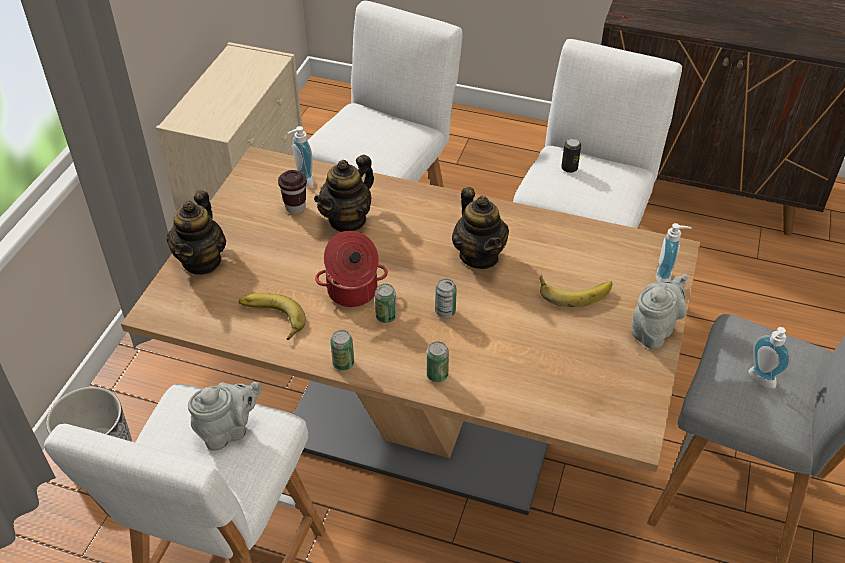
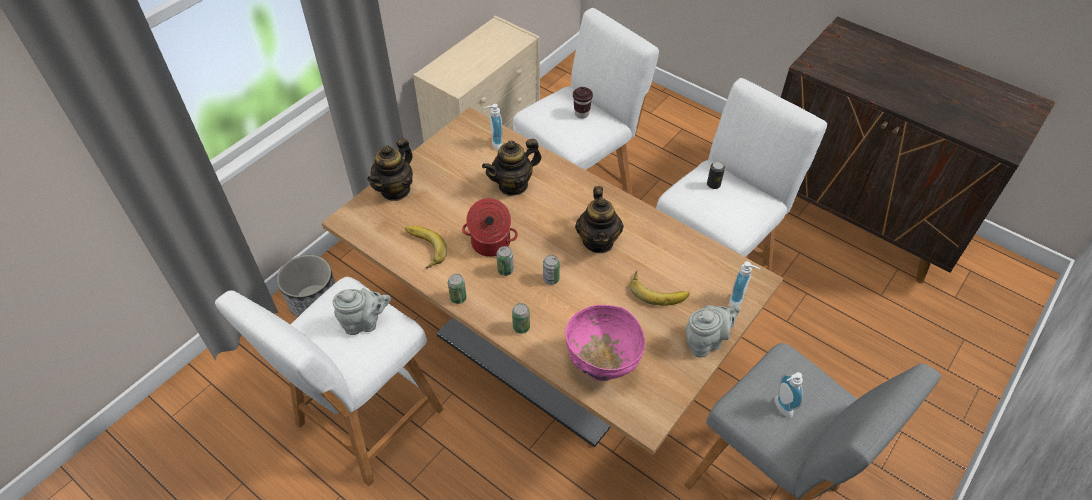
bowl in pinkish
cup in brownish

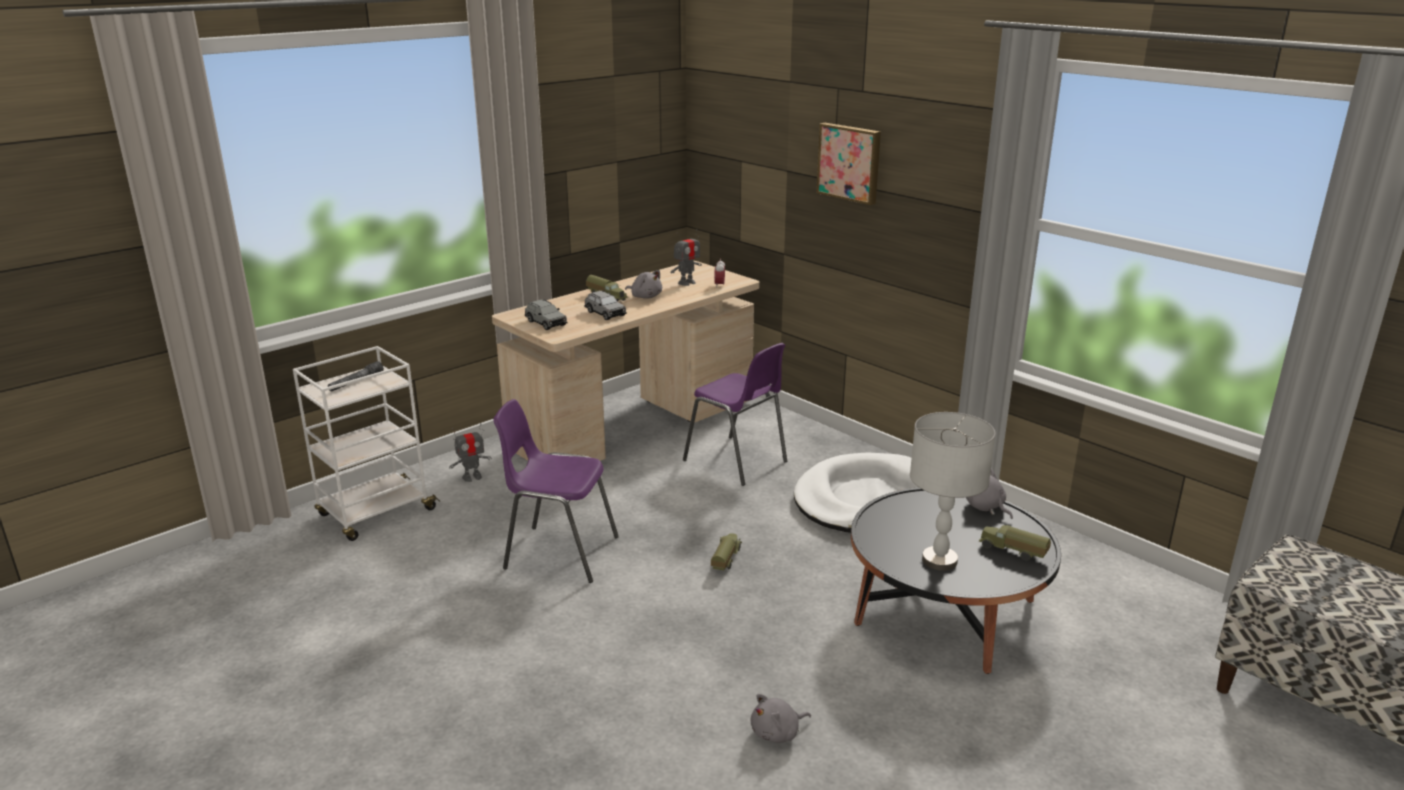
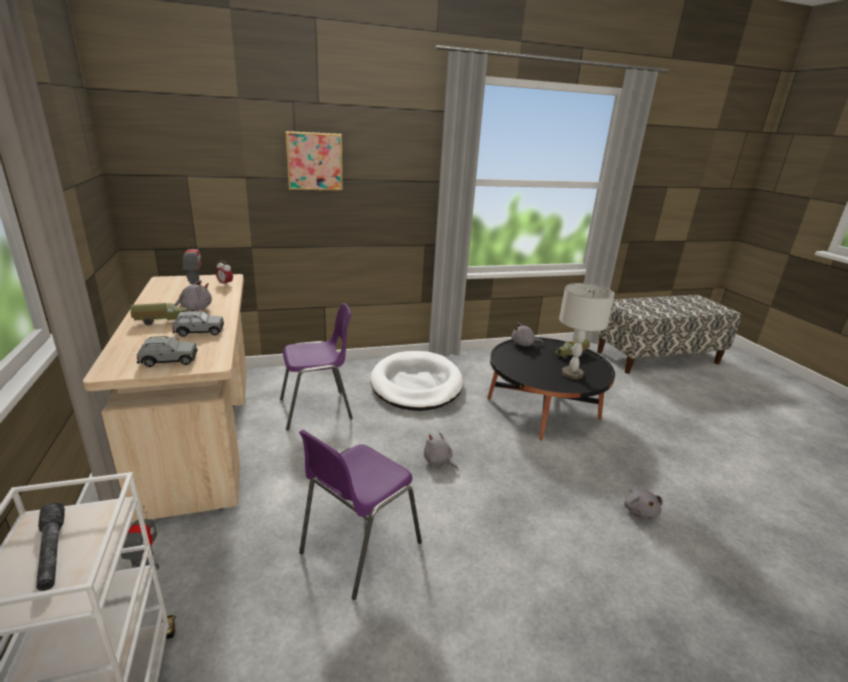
soft toy in gray (2nd from left)

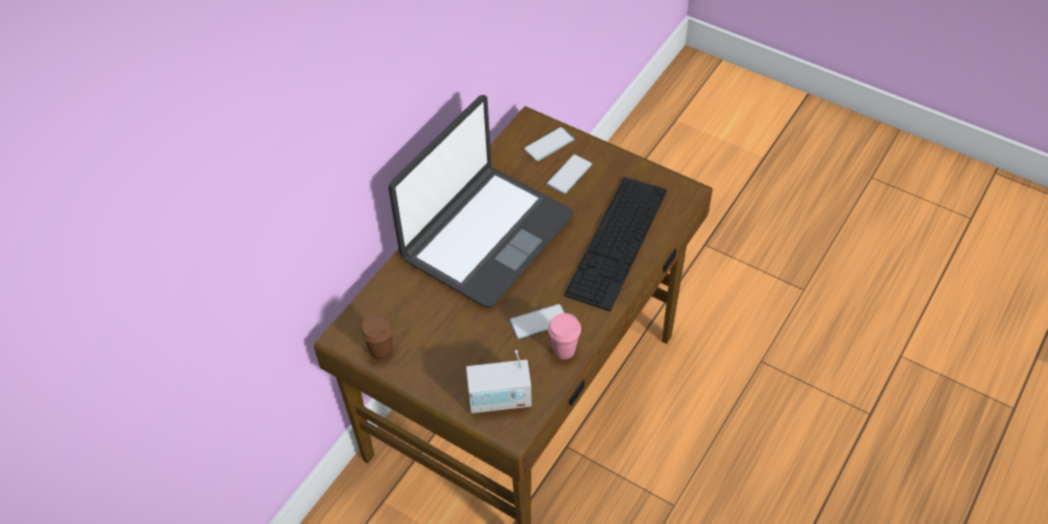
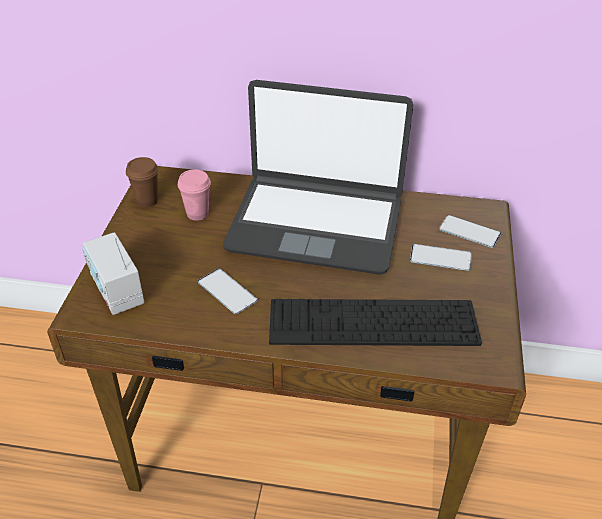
cup in pinkish

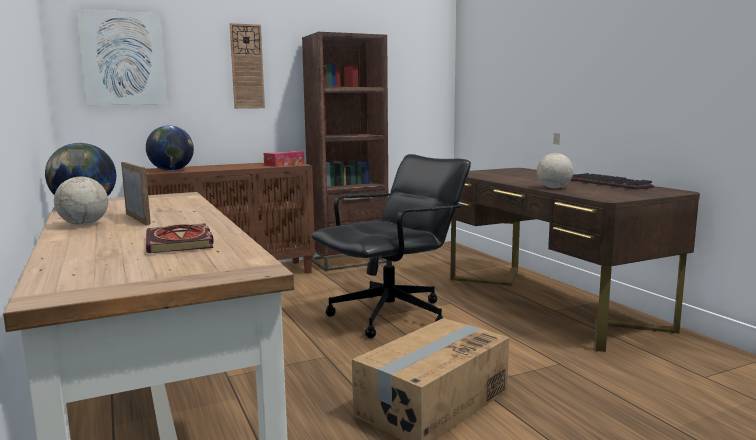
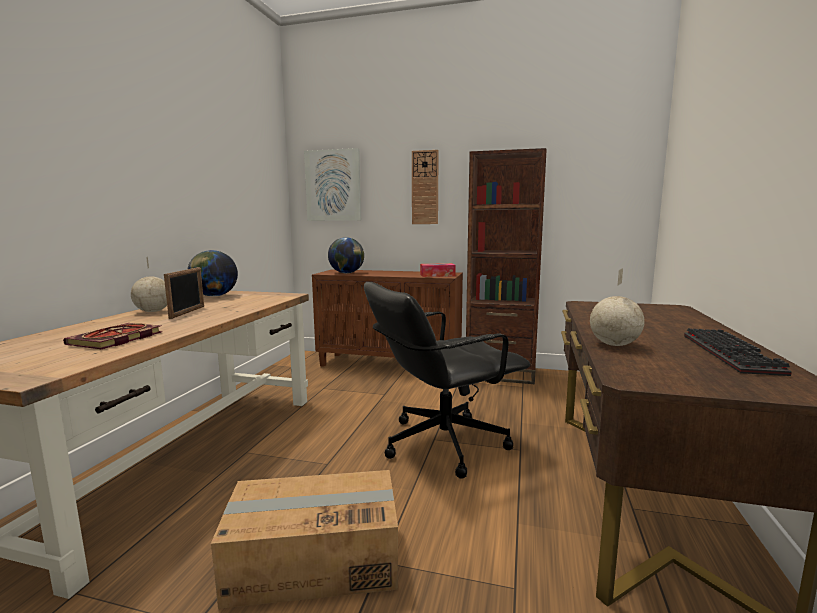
office chair in black-coloured

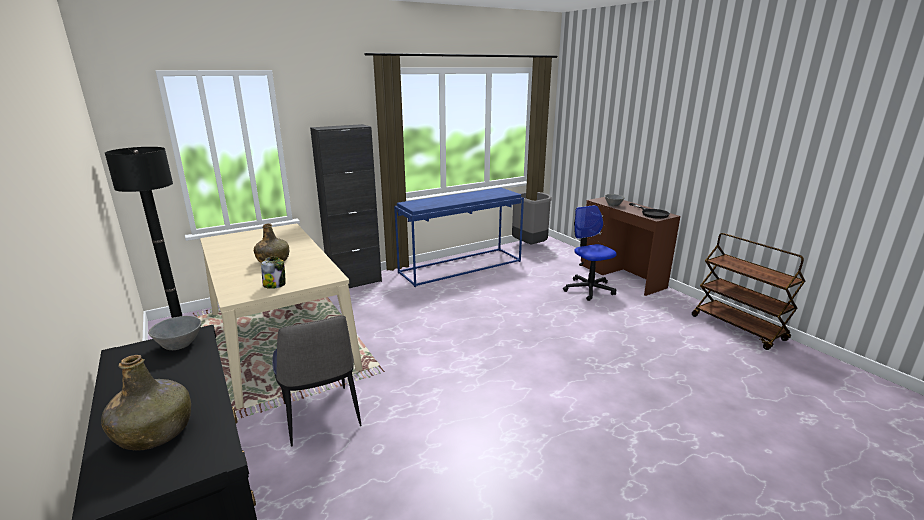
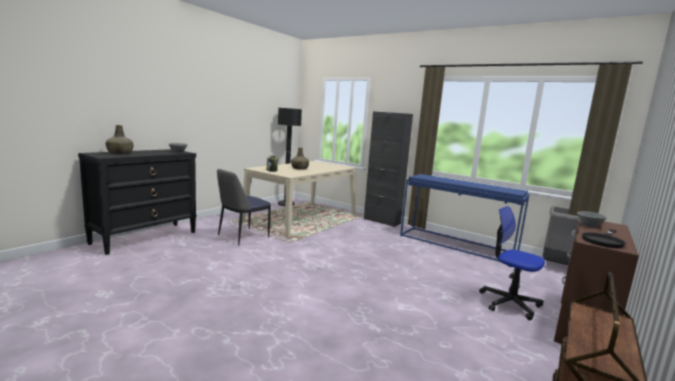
office chair

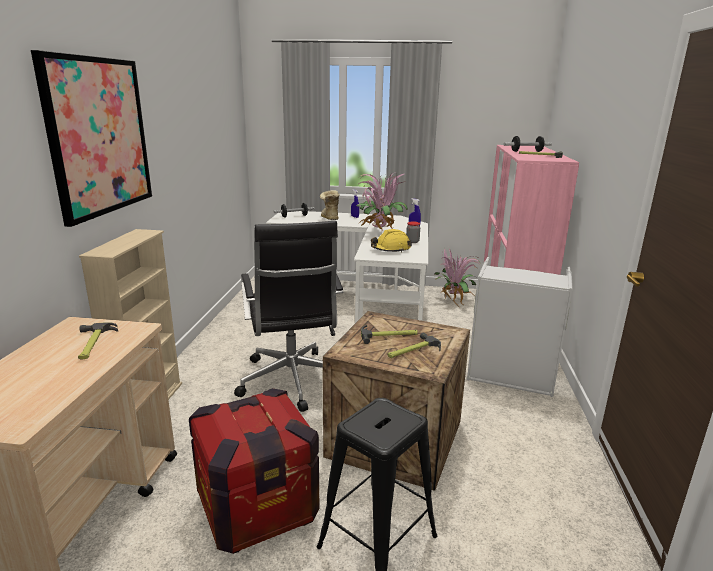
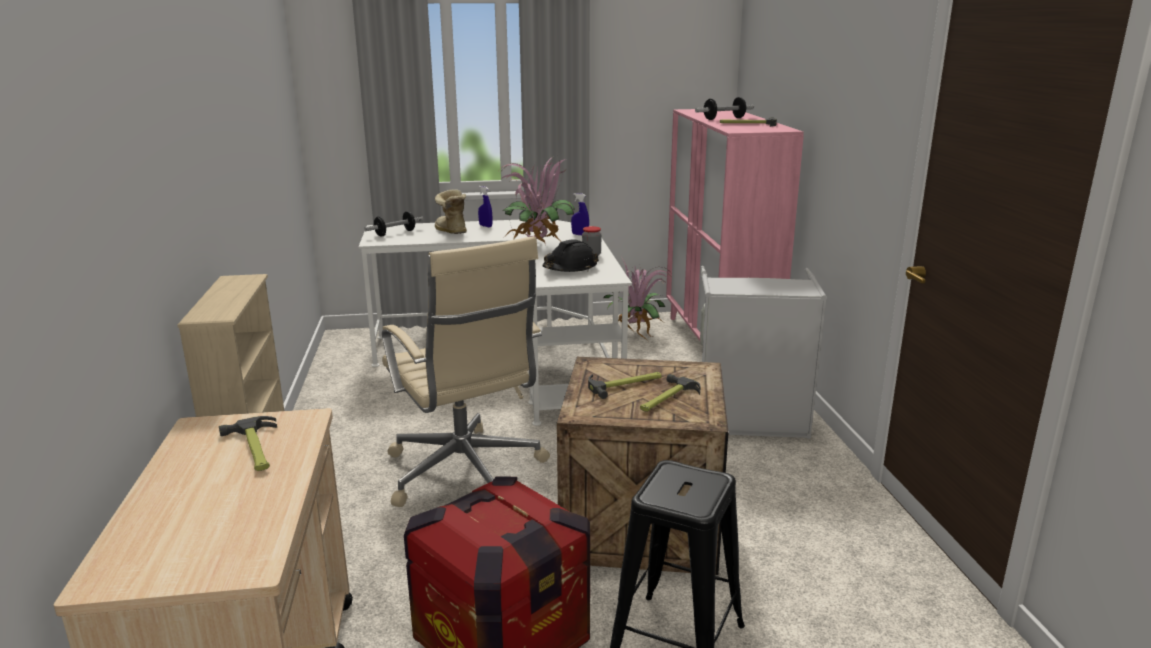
picture
office chair in beige
hard hat in black-coloured

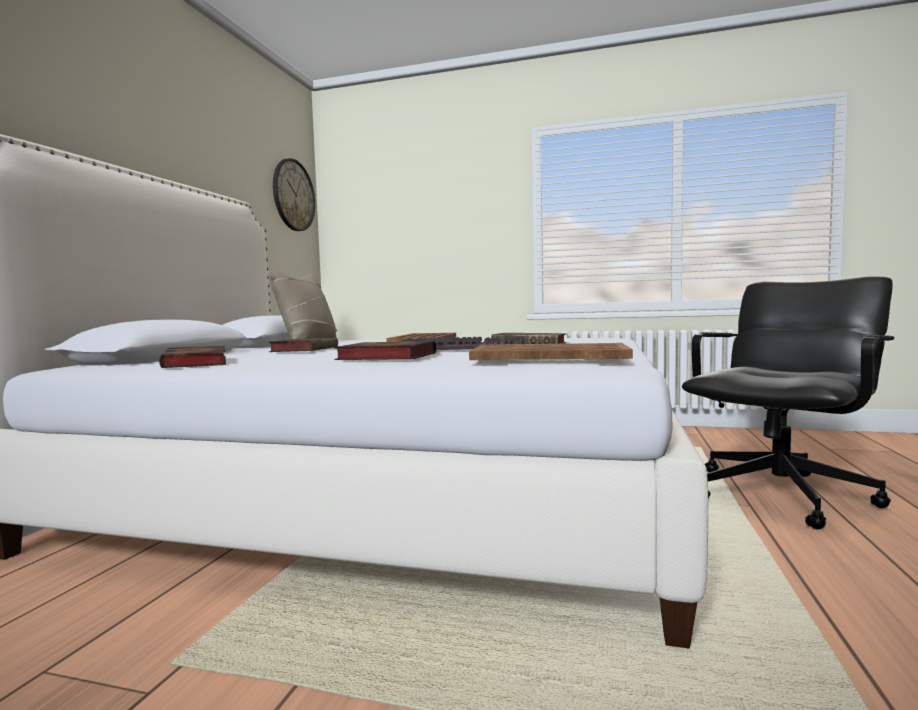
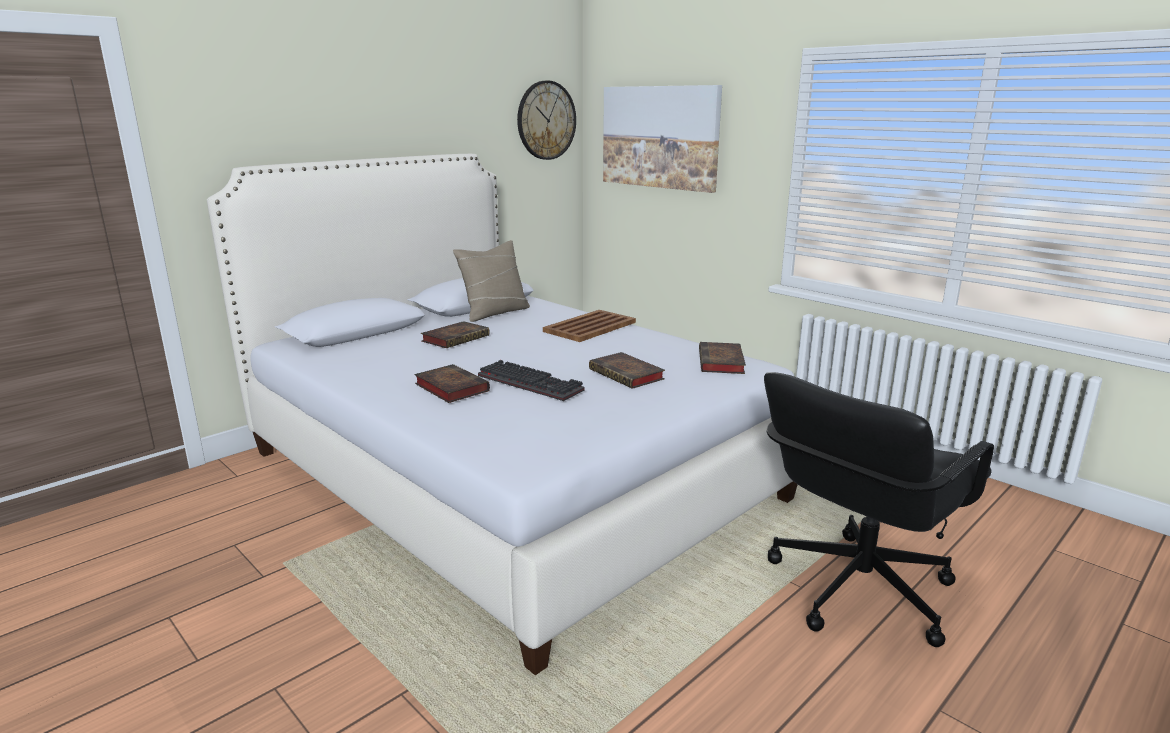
tray in brownish (2nd from left in the first image)
picture
volume (4th from left)
office chair in black-coloured

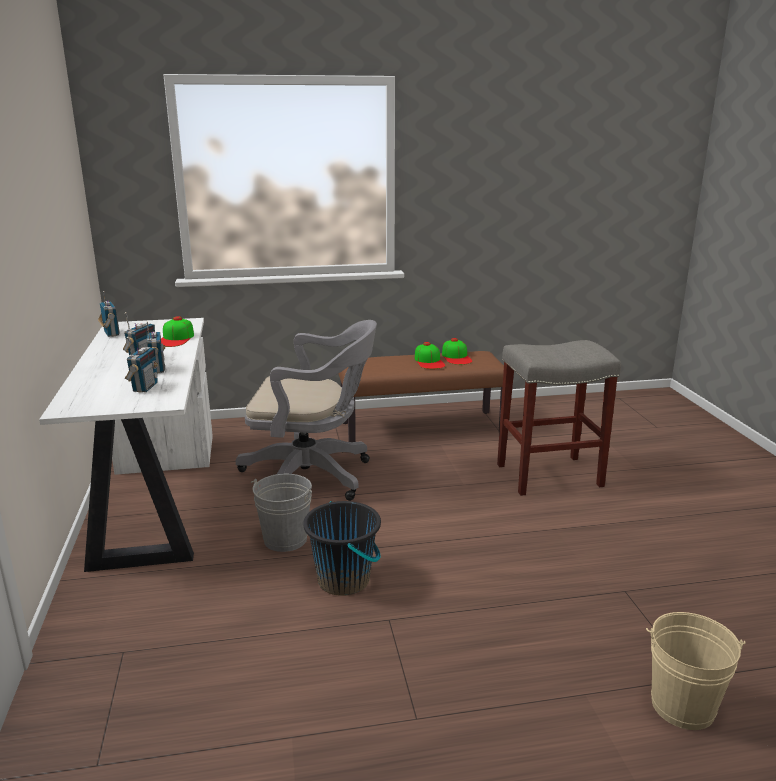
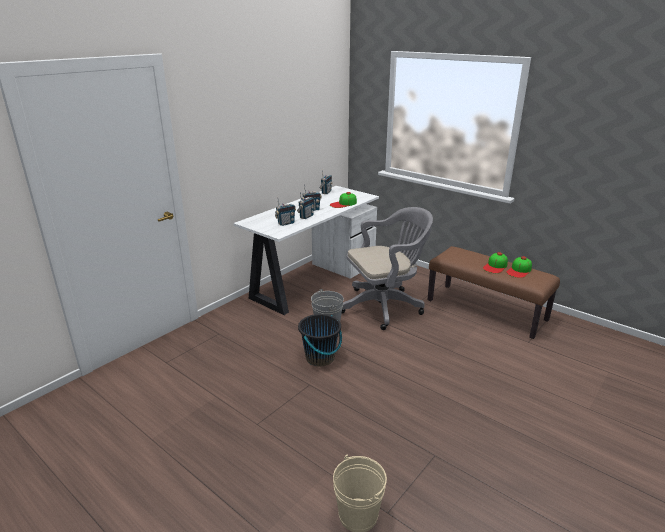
stool in gray
office chair in gray

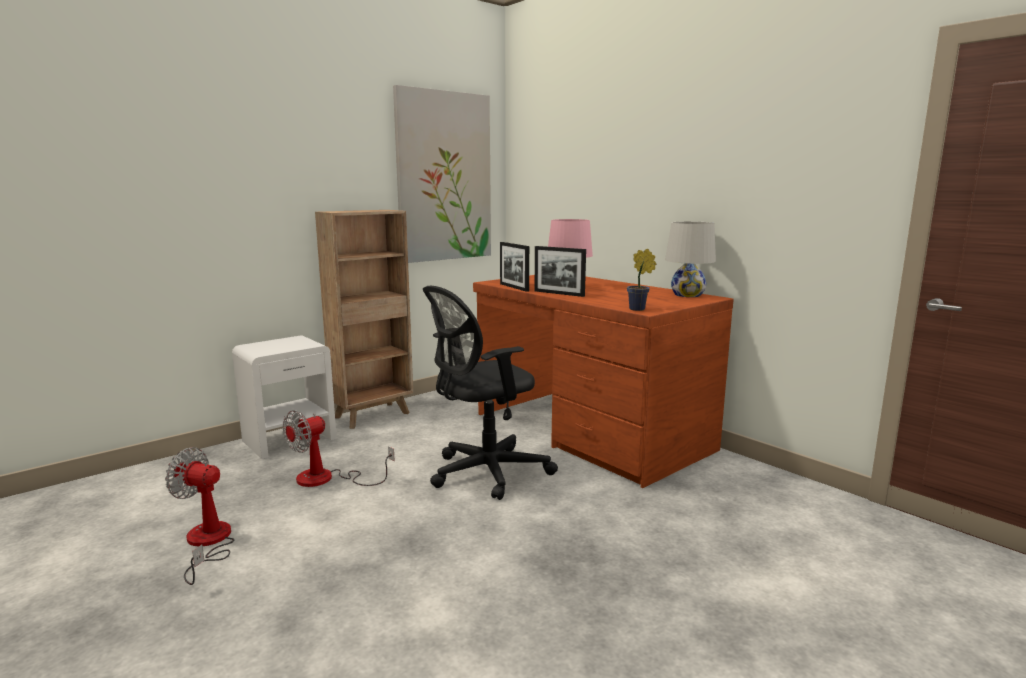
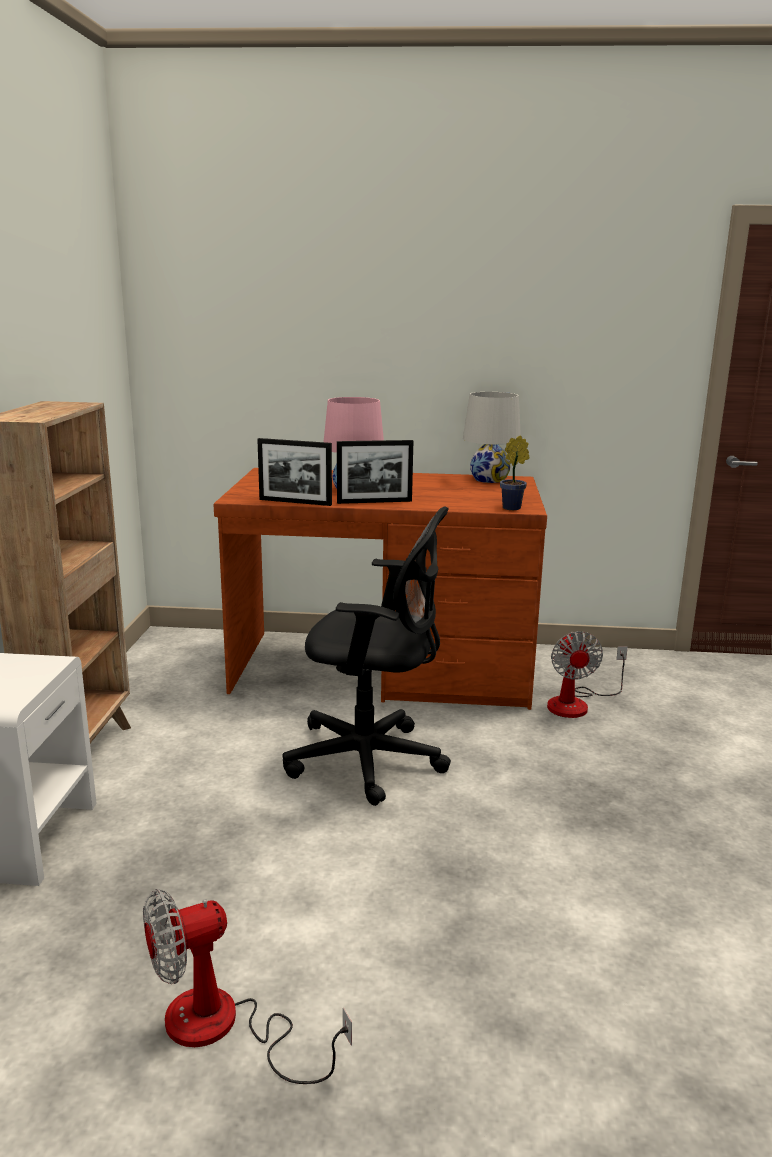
picture
electric fan (2nd from left)
office chair in black-coloured

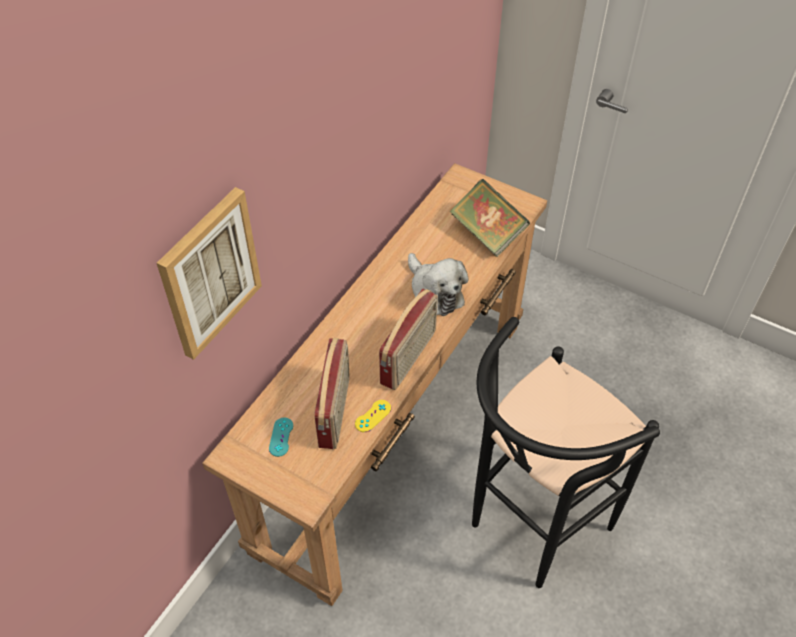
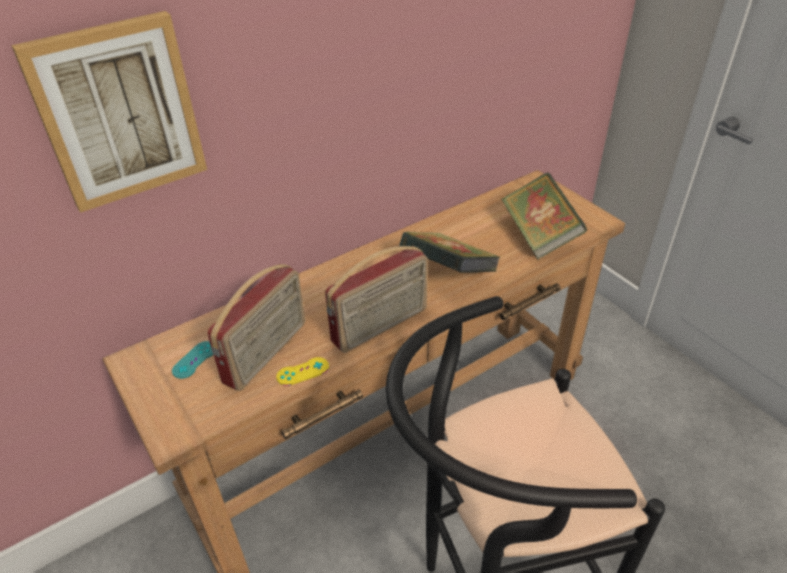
volume (1st from left)

